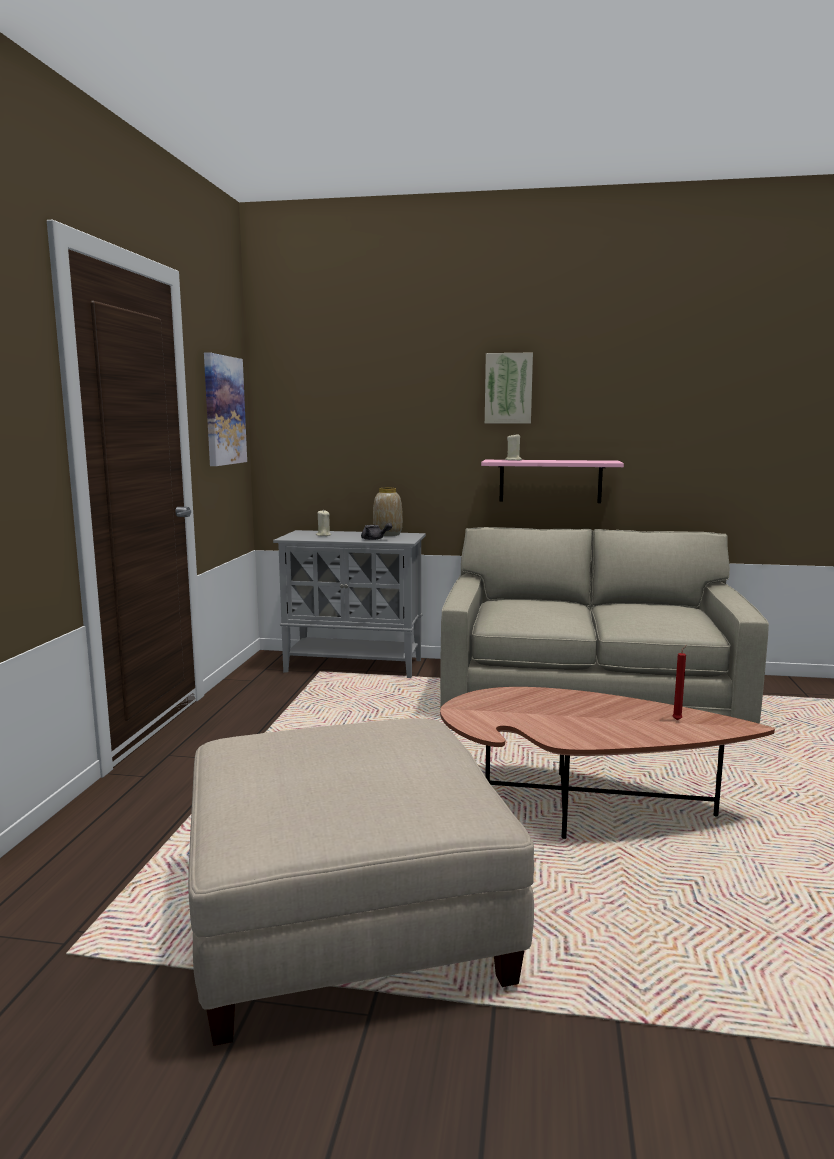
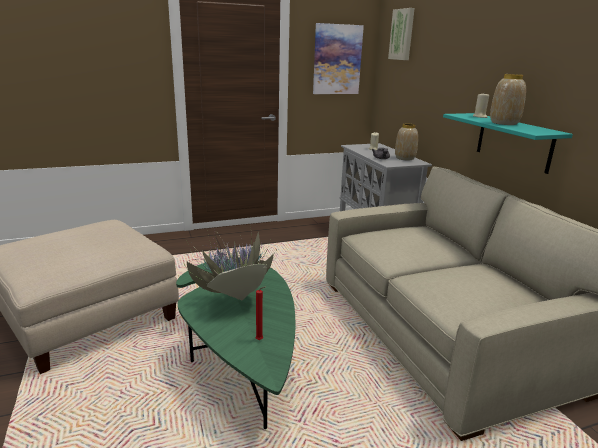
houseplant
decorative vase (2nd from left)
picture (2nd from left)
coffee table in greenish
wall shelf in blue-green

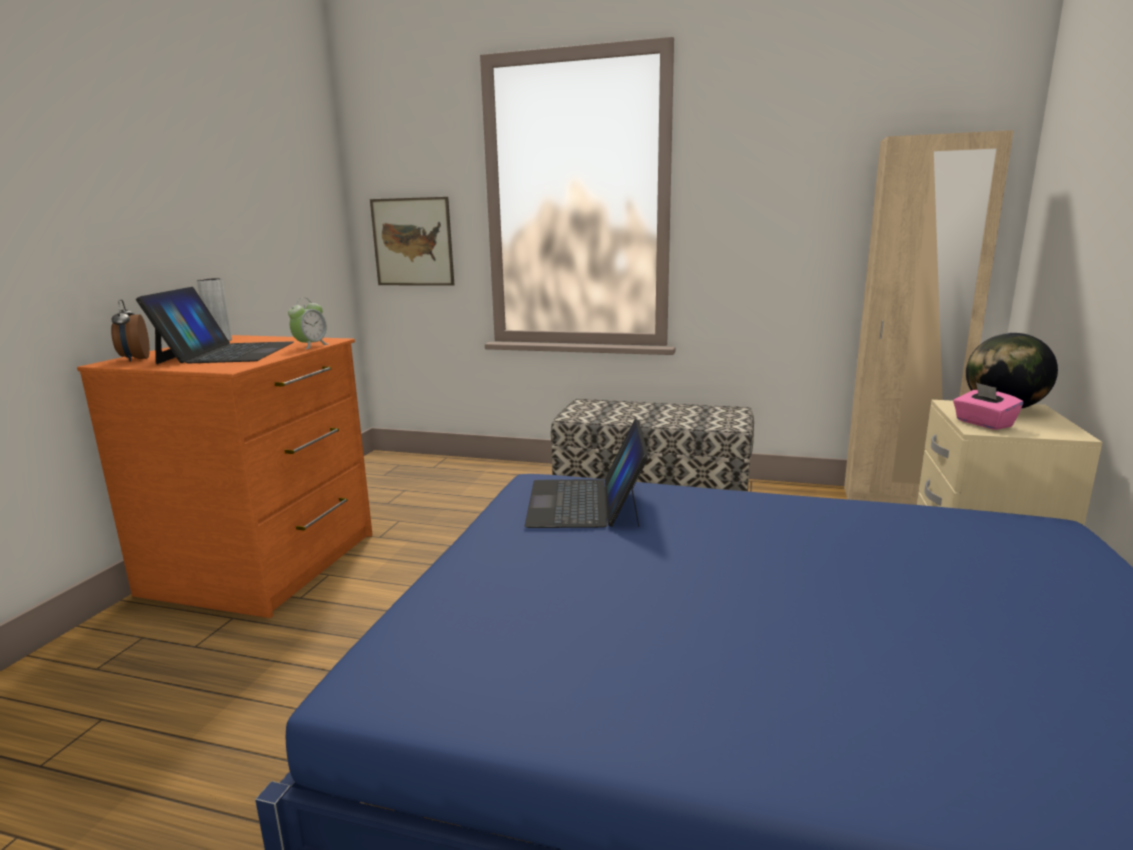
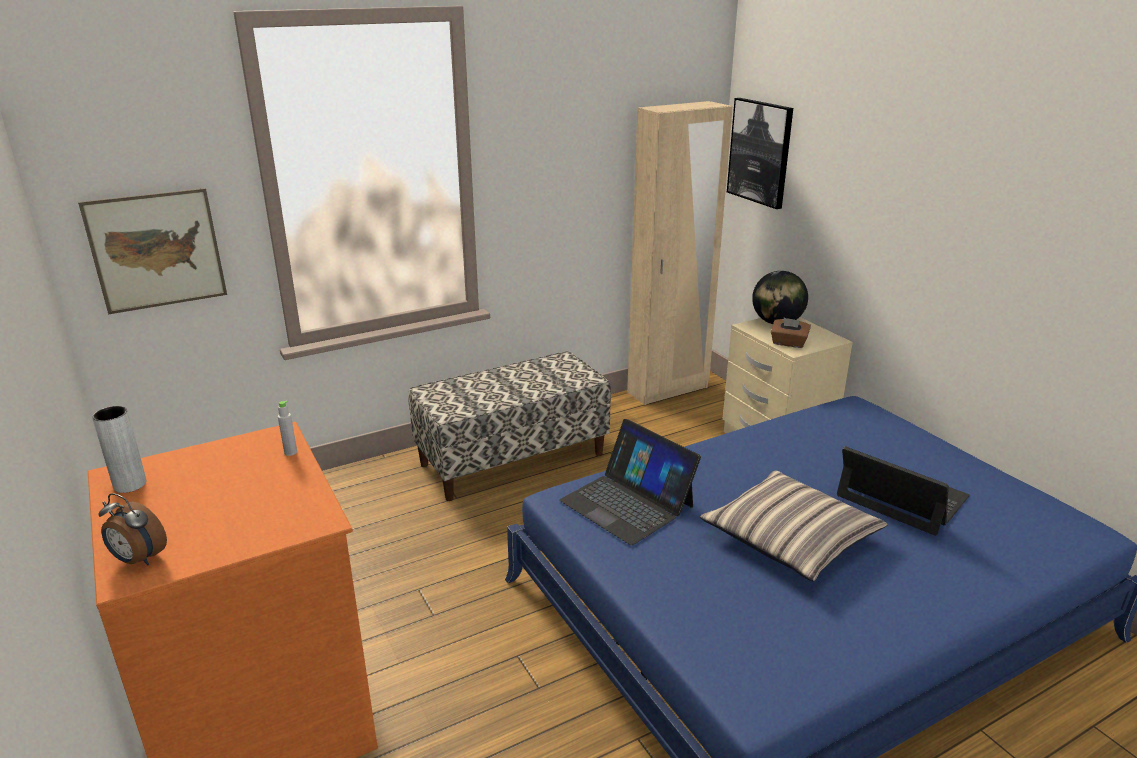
throw pillow
picture (2nd from left)
notebook computer (2nd from left)
drink bottle in gray
tissue box in brownish

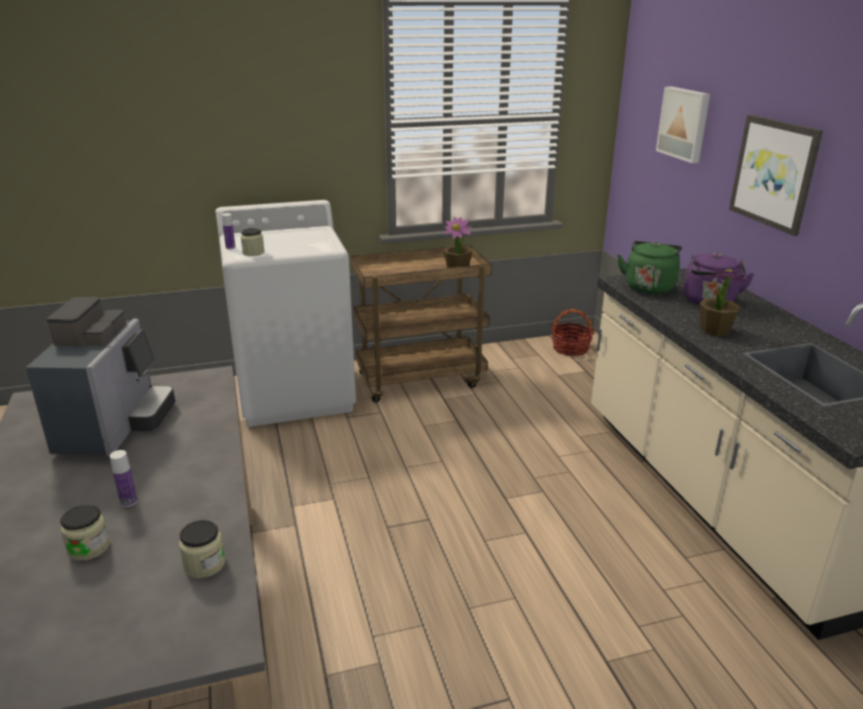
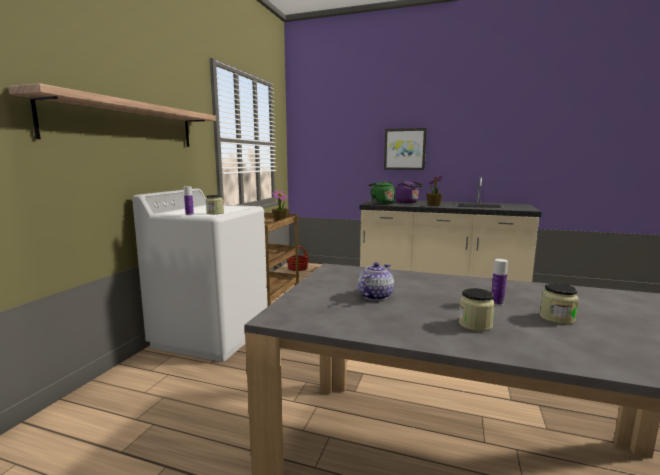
picture (1st from left in the first image)
wall shelf
preserve jar (2nd from left)
teapot

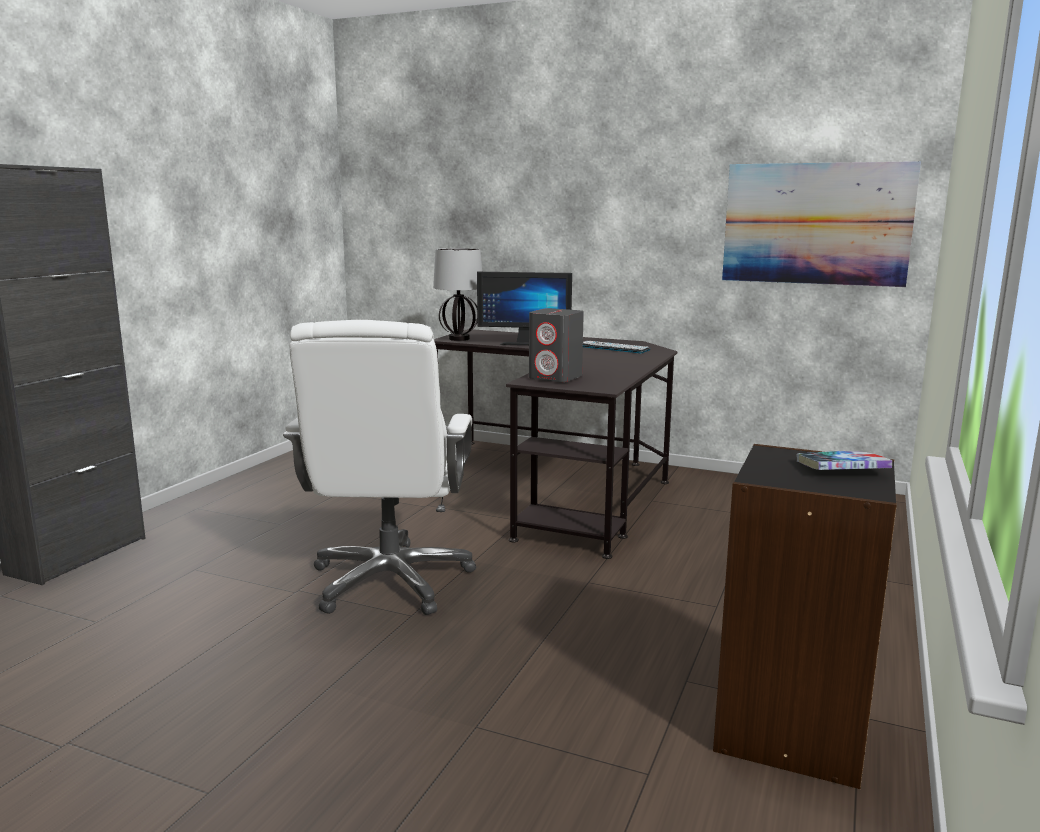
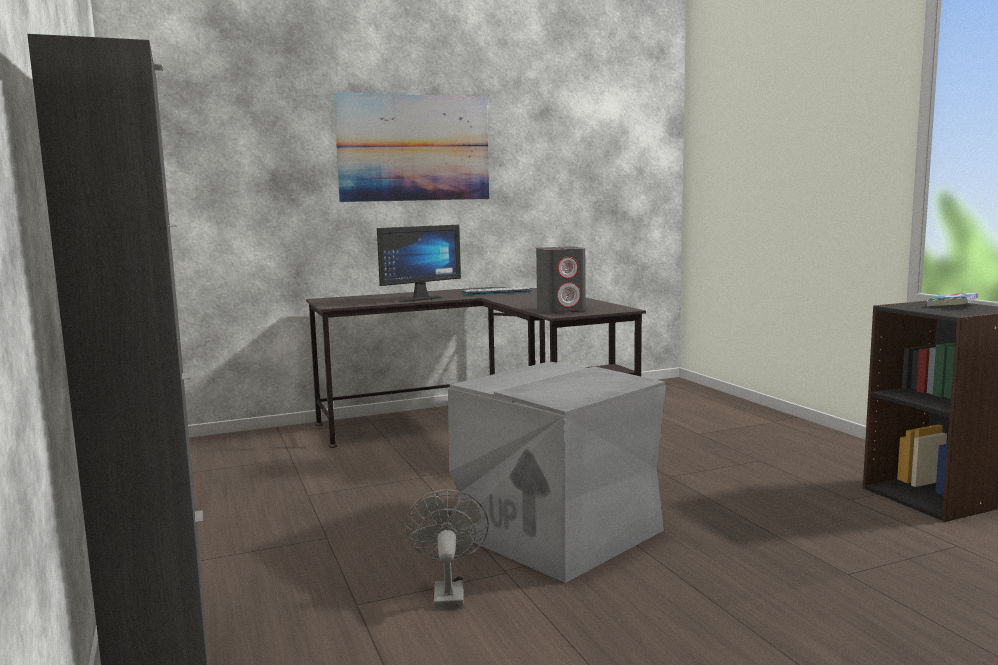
tabletop lamp
electric fan in gray
picture
storage box in gray

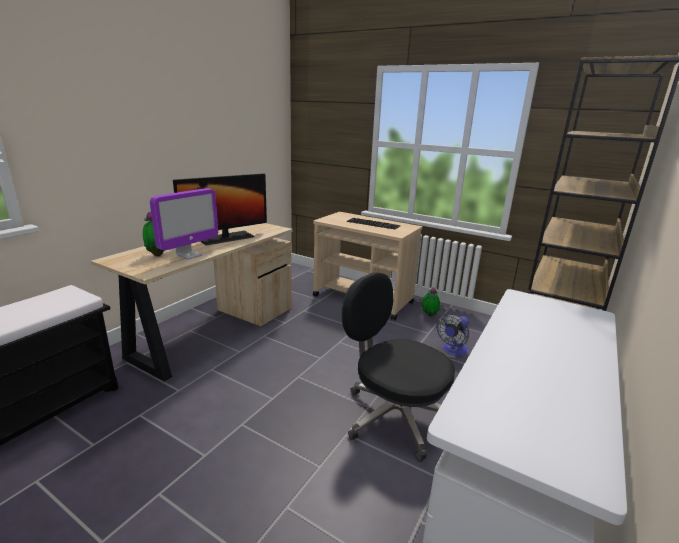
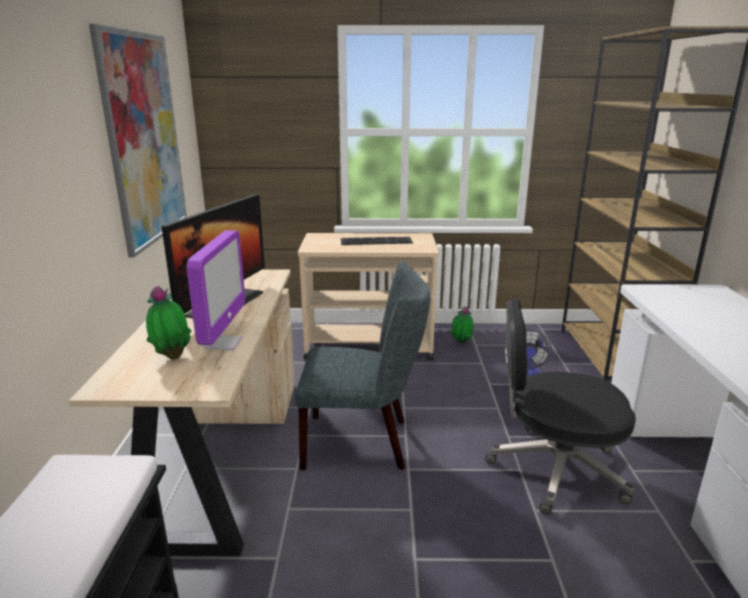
picture
upright chair in gray

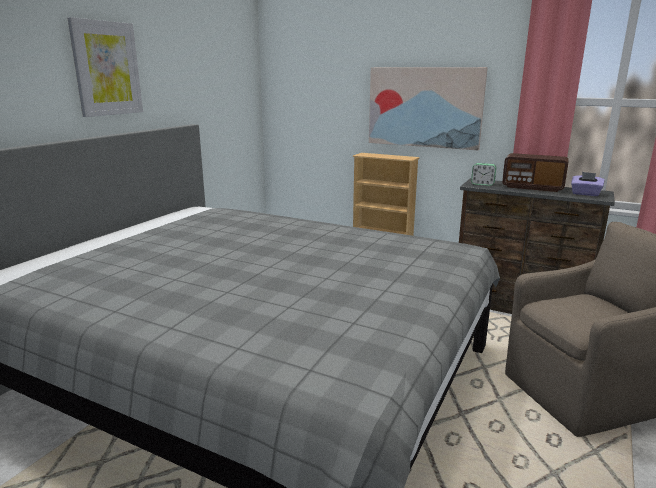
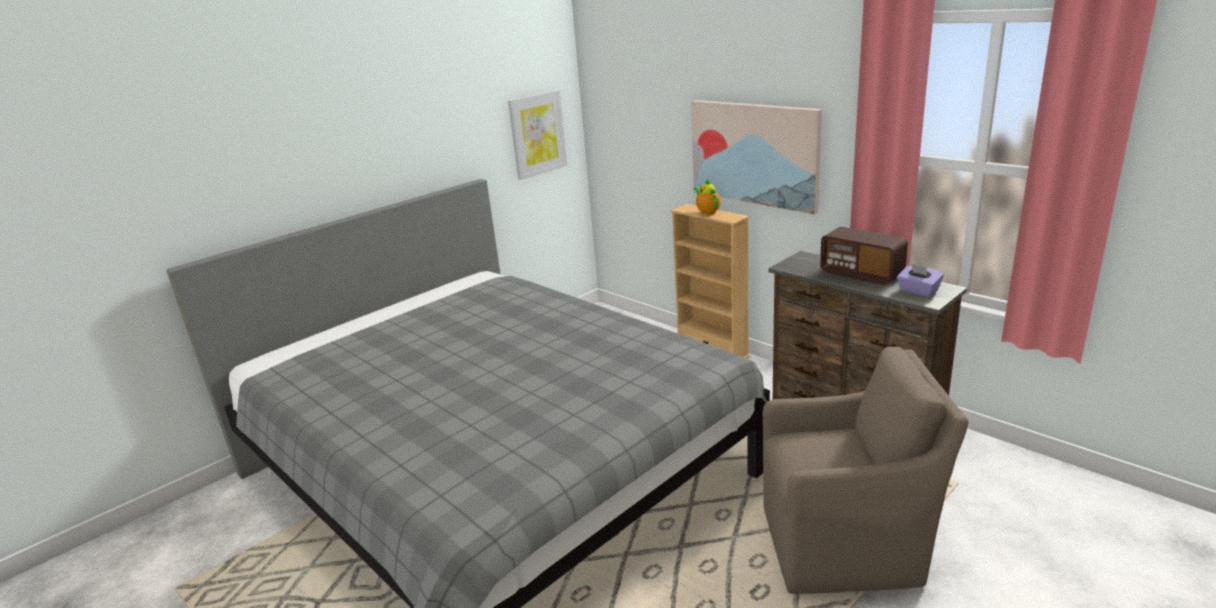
alarm clock
teapot
picture (1st from left)

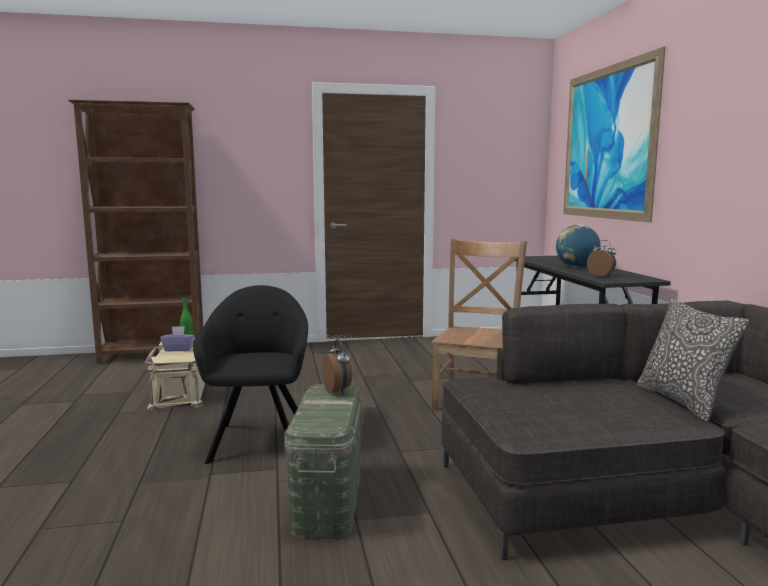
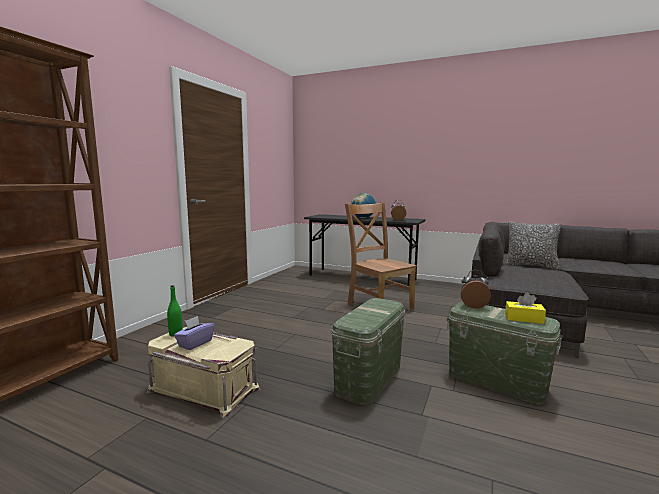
picture
tissue box in yellow
storage box in greenish (1st from left)

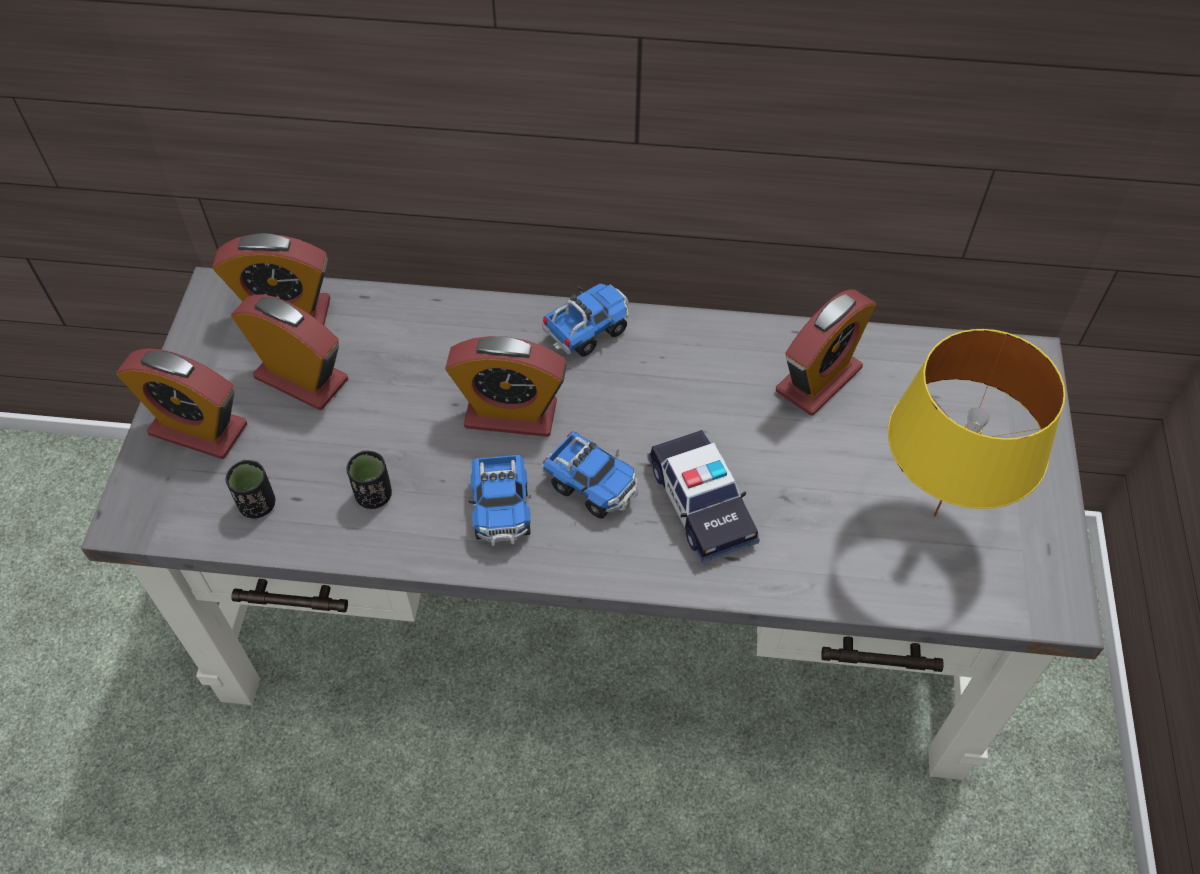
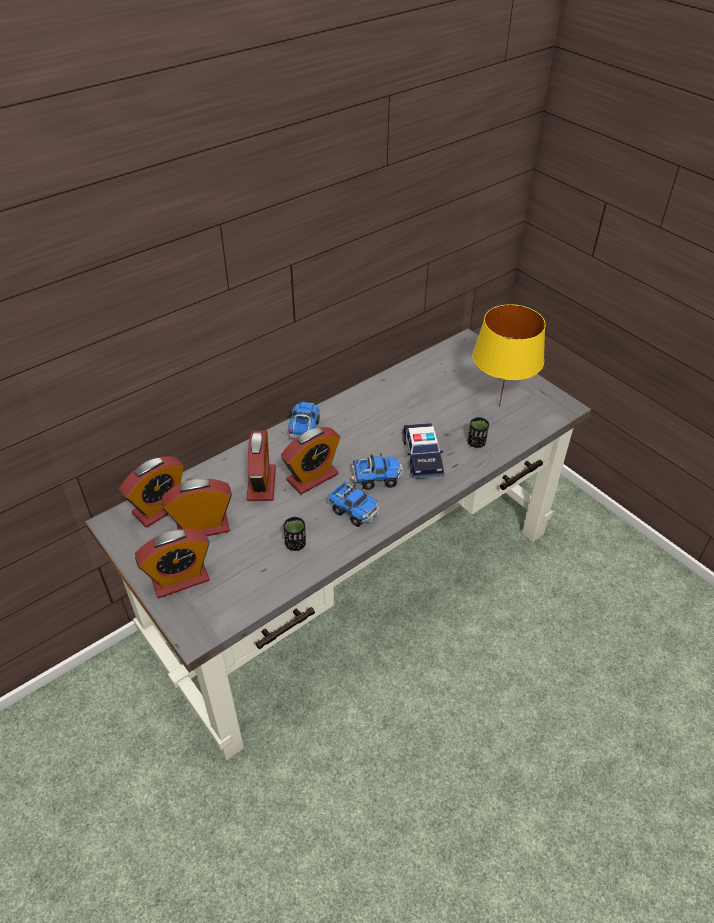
cup in black-coloured (2nd from left)
alarm clock (4th from left)
model car

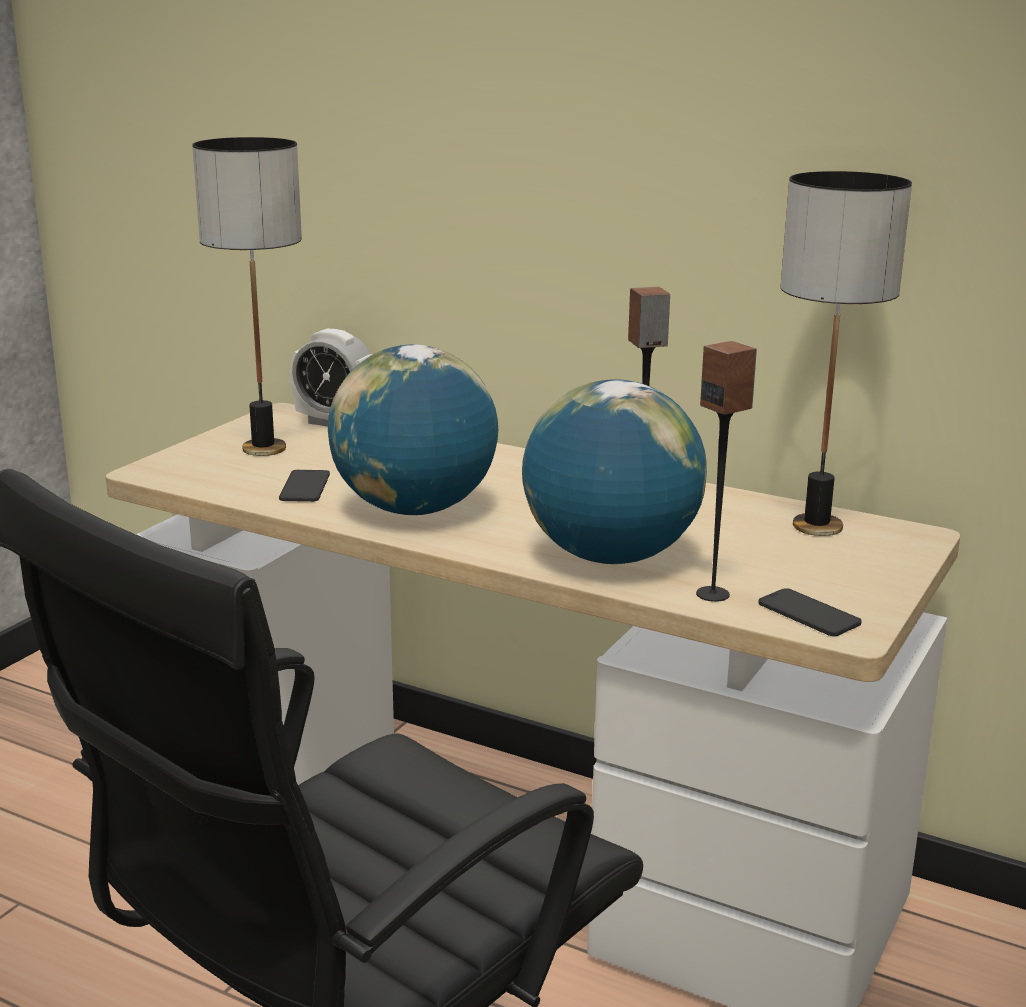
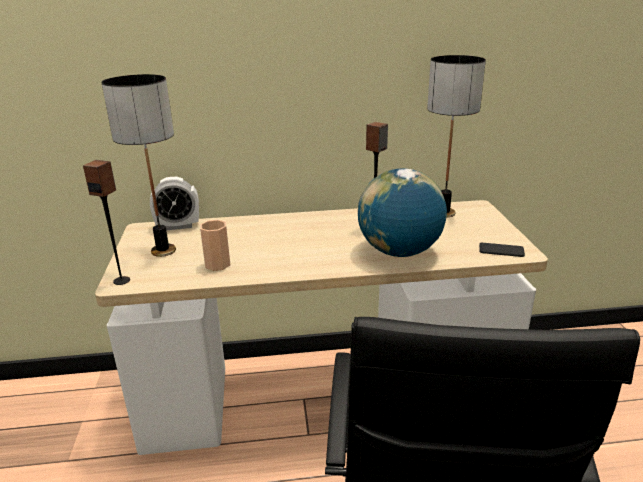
world globe (1st from left in the first image)
speaker (1st from left)
cup

